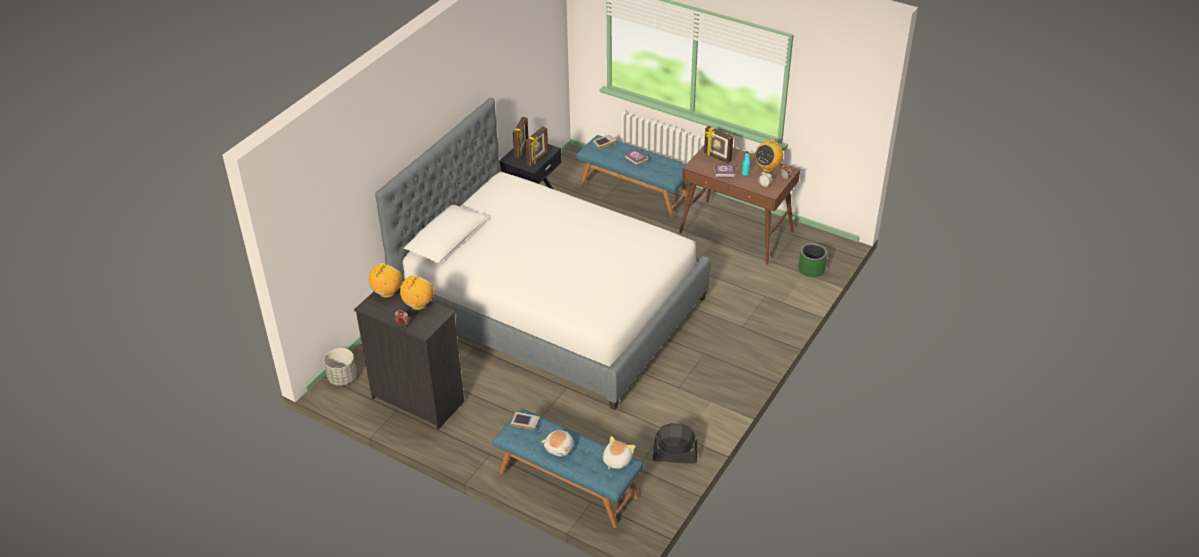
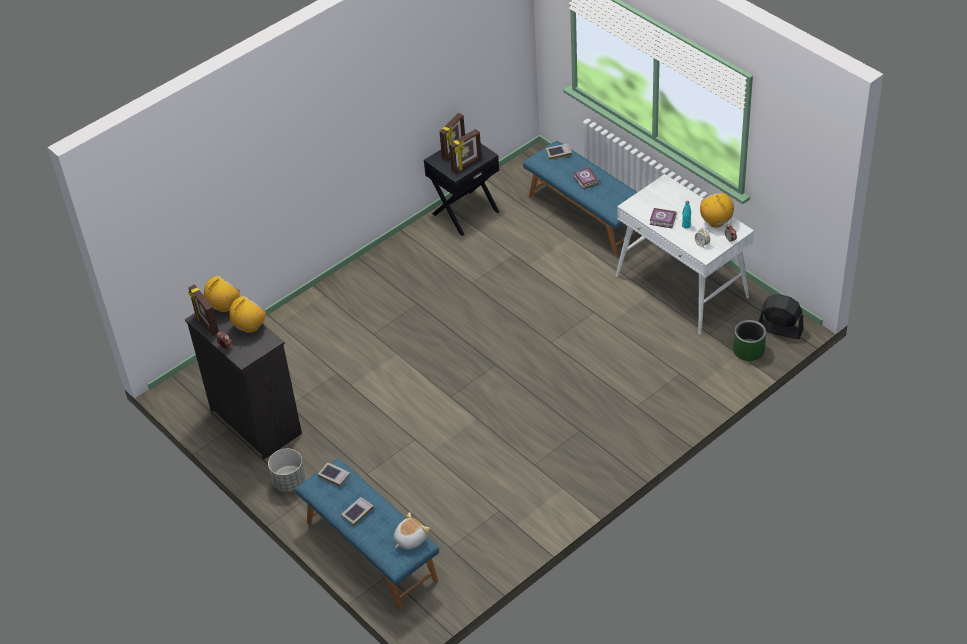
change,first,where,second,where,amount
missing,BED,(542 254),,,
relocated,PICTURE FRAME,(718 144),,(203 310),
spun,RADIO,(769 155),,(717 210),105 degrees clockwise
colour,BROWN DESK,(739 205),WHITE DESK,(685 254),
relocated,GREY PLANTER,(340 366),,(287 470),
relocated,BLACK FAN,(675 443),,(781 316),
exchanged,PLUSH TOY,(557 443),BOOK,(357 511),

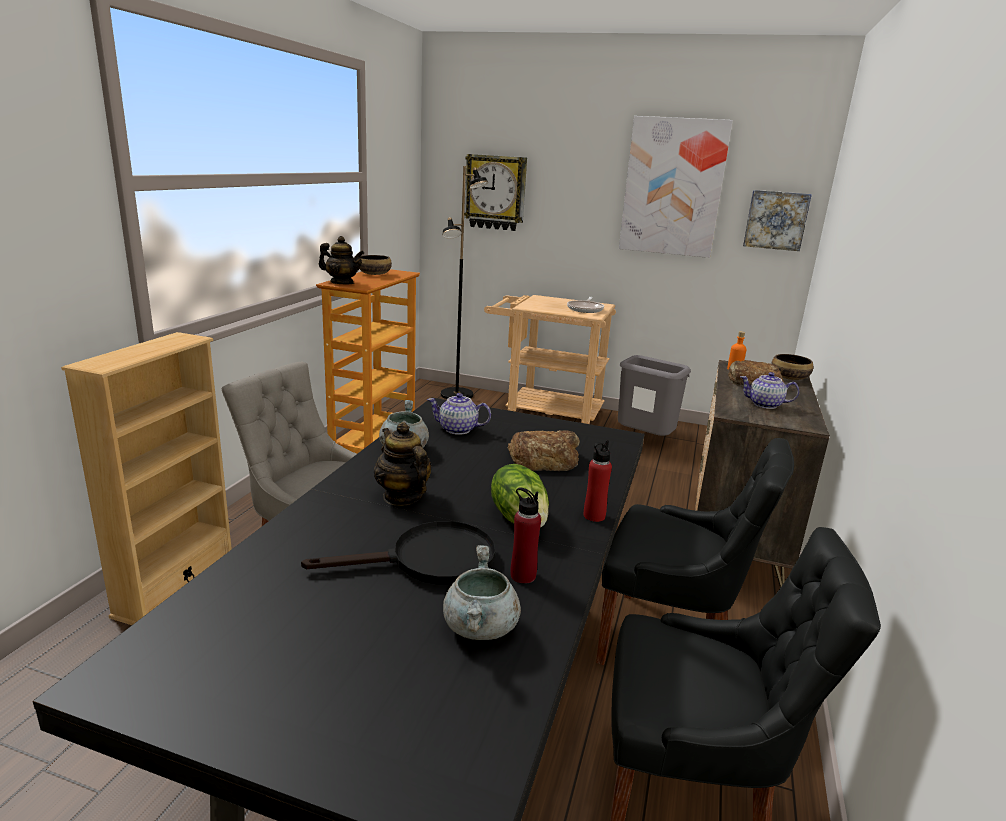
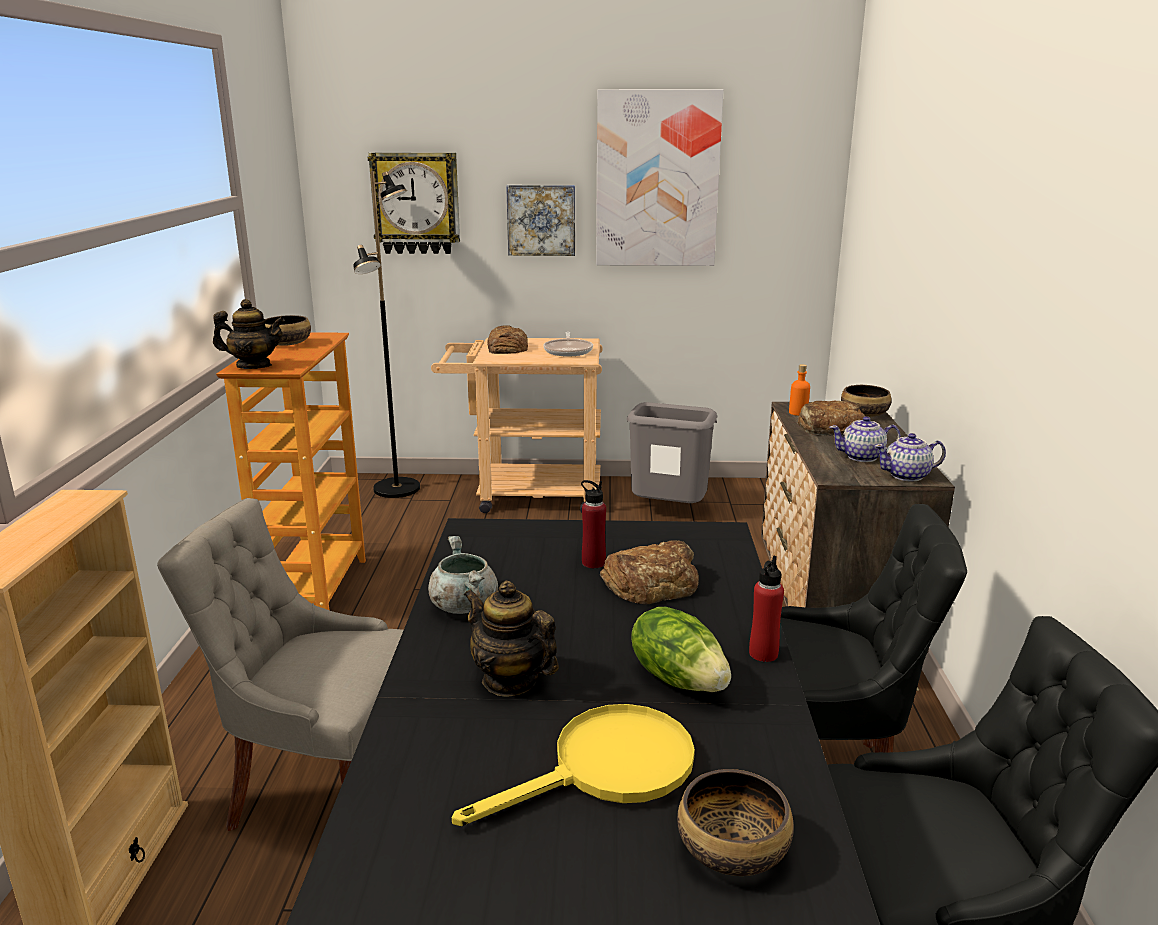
change,first,where,second,where,amount
relocated,PICTURE,(777 220),,(540 220),
relocated,TEAPOT,(459 414),,(910 457),
relocated,RED BOTTLE,(525 535),,(593 524),
colour,BLACK FRYING PAN,(398 553),YELLOW FRYING PAN,(573 765),
exchanged,GREY COOKING POT,(482 592),BOWL,(735 822),
appeared,,,BREAD,(507 339),

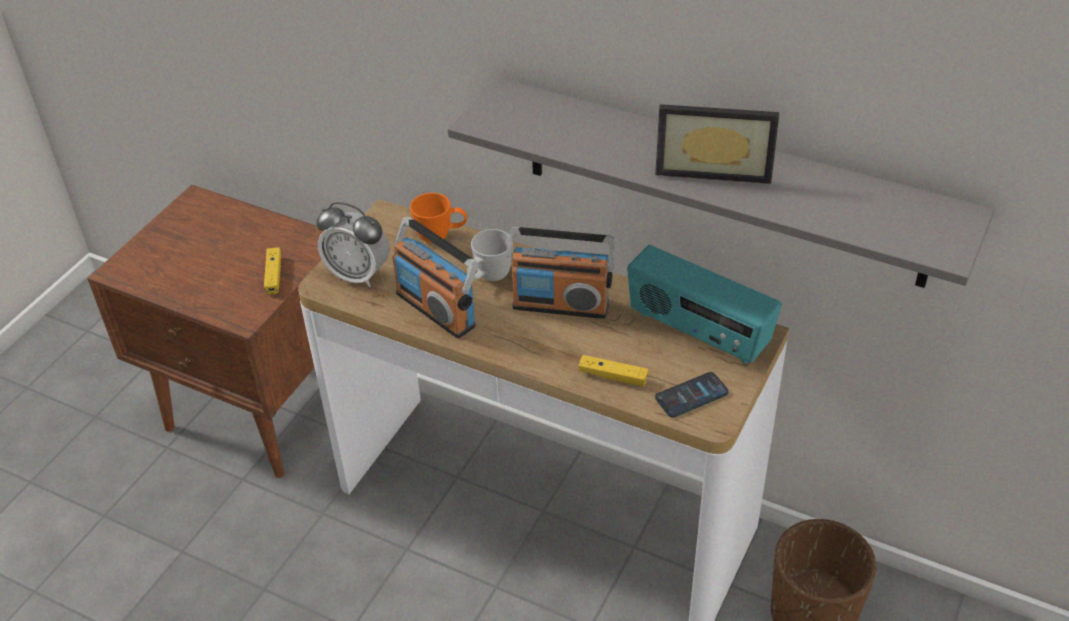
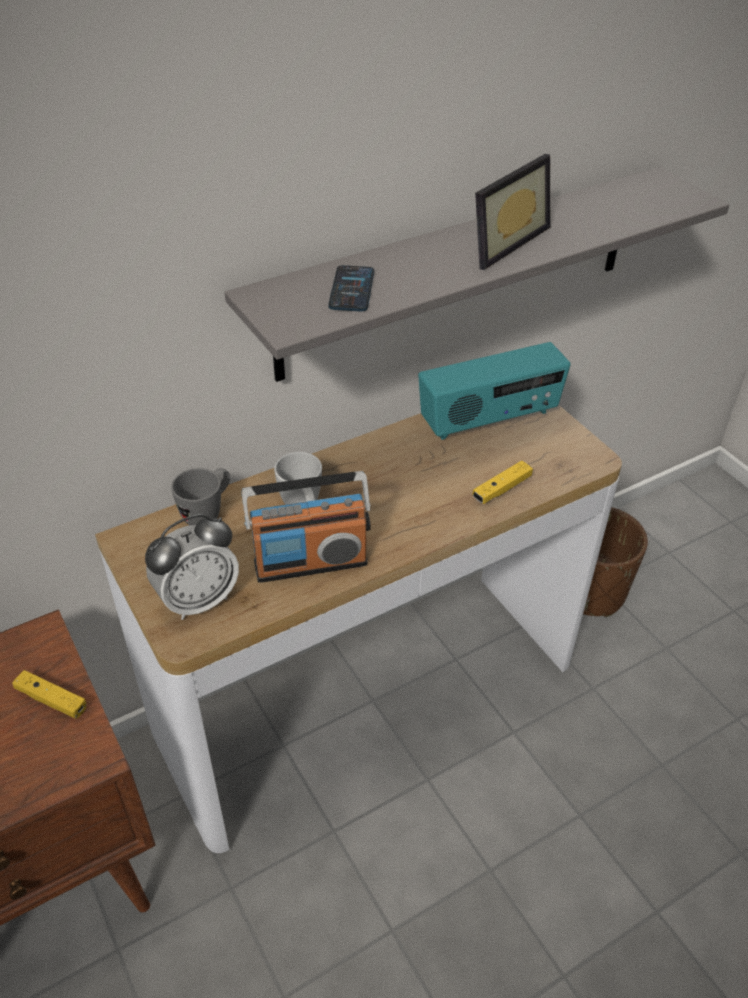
change,first,where,second,where,amount
colour,ORANGE MUG,(438 218),GREY MUG,(200 496),
missing,RADIO,(561 273),,,
relocated,PHONE,(692 395),,(351 288),

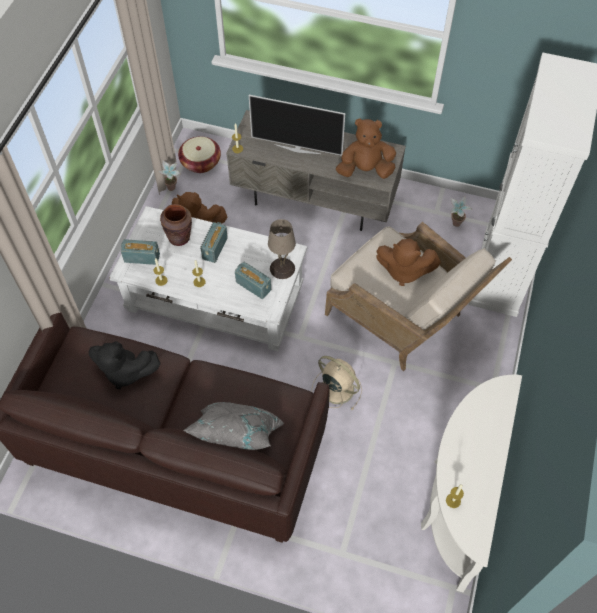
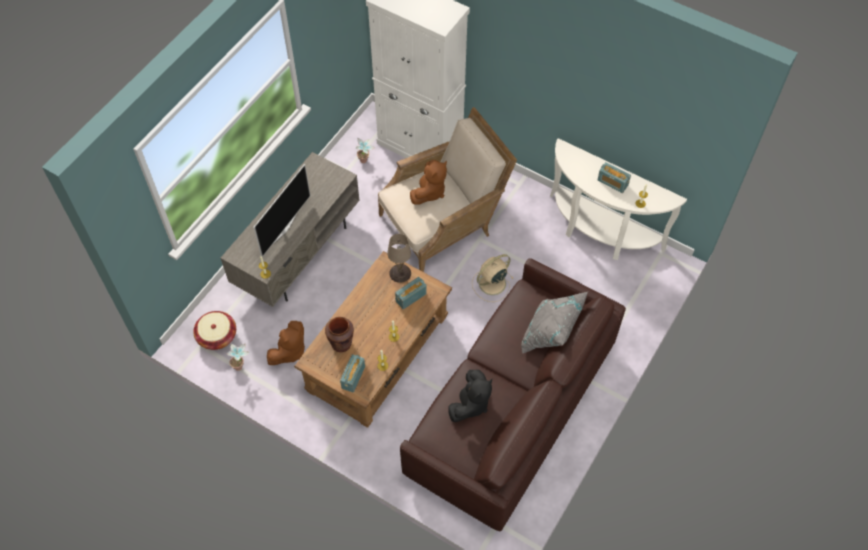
change,first,where,second,where,amount
missing,BROWN PLUSH TOY,(366 149),,,
colour,WHITE COFFEE TABLE,(208 278),BROWN COFFEE TABLE,(373 339),
relocated,RADIO,(214 242),,(614 177),

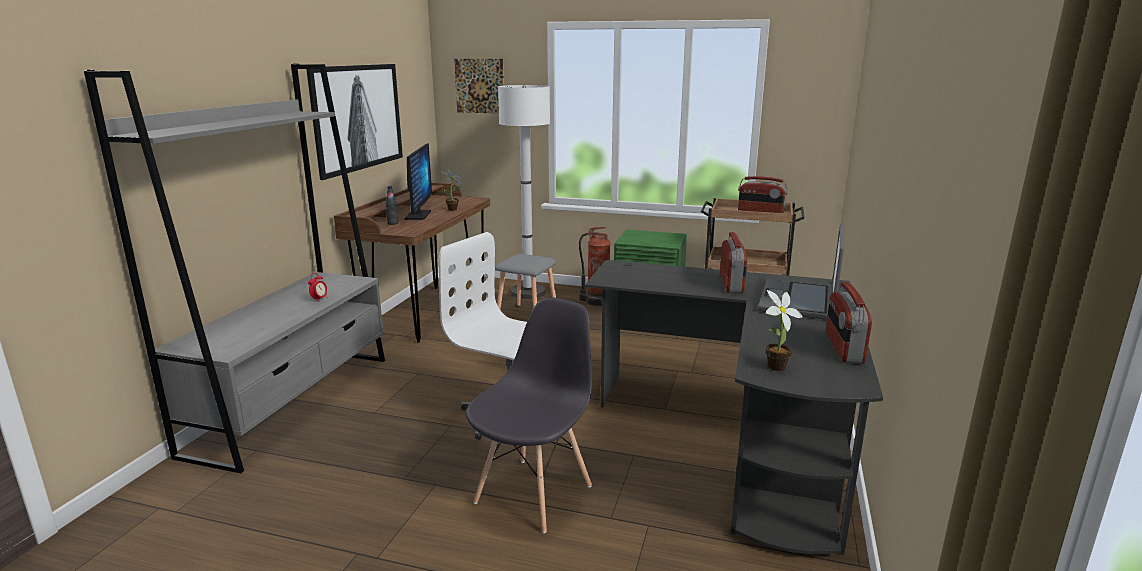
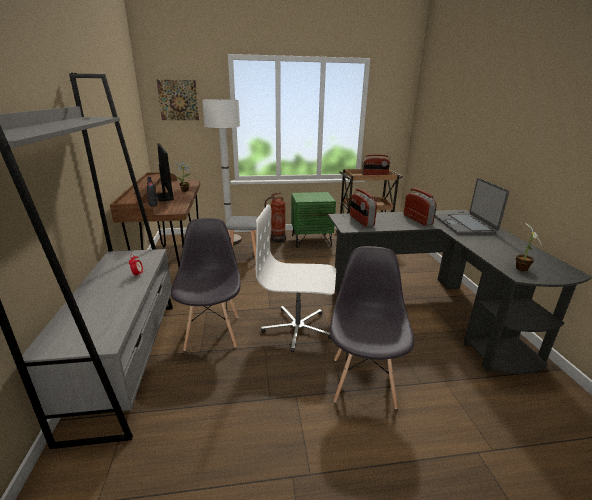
change,first,where,second,where,amount
missing,PICTURE,(354 122),,,
relocated,RADIO,(849 323),,(363 208),
appeared,,,GREY CHAIR,(206 284),

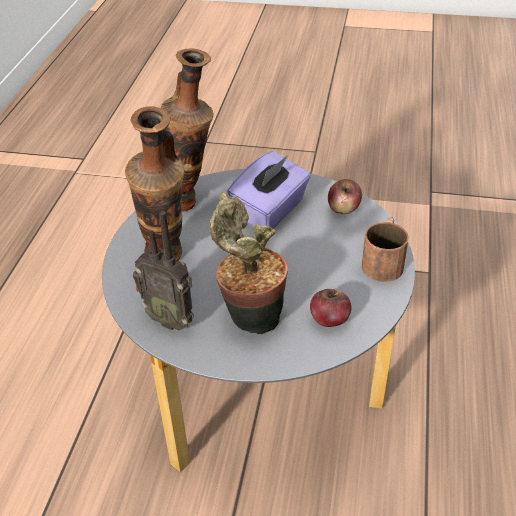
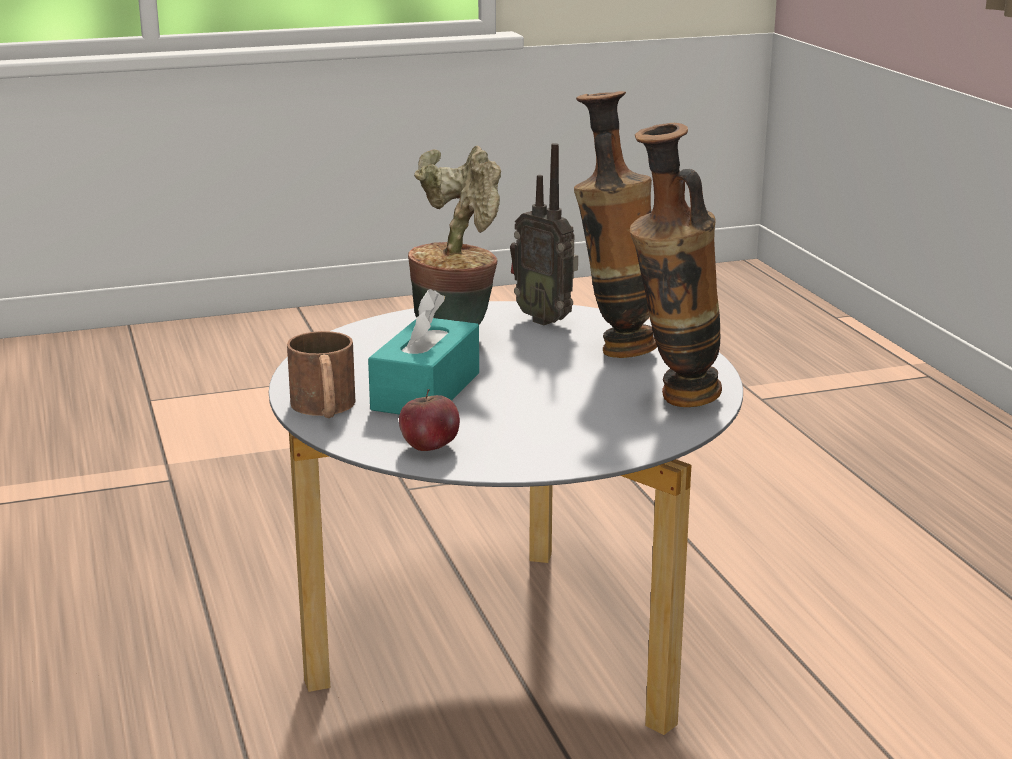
change,first,where,second,where,amount
missing,PURPLE TISSUE BOX,(269 190),,,
spun,RADIO,(163 270),,(544 234),135 degrees counterclockwise
missing,APPLE,(330 308),,,
appeared,,,TURQUOISE TISSUE BOX,(423 352),

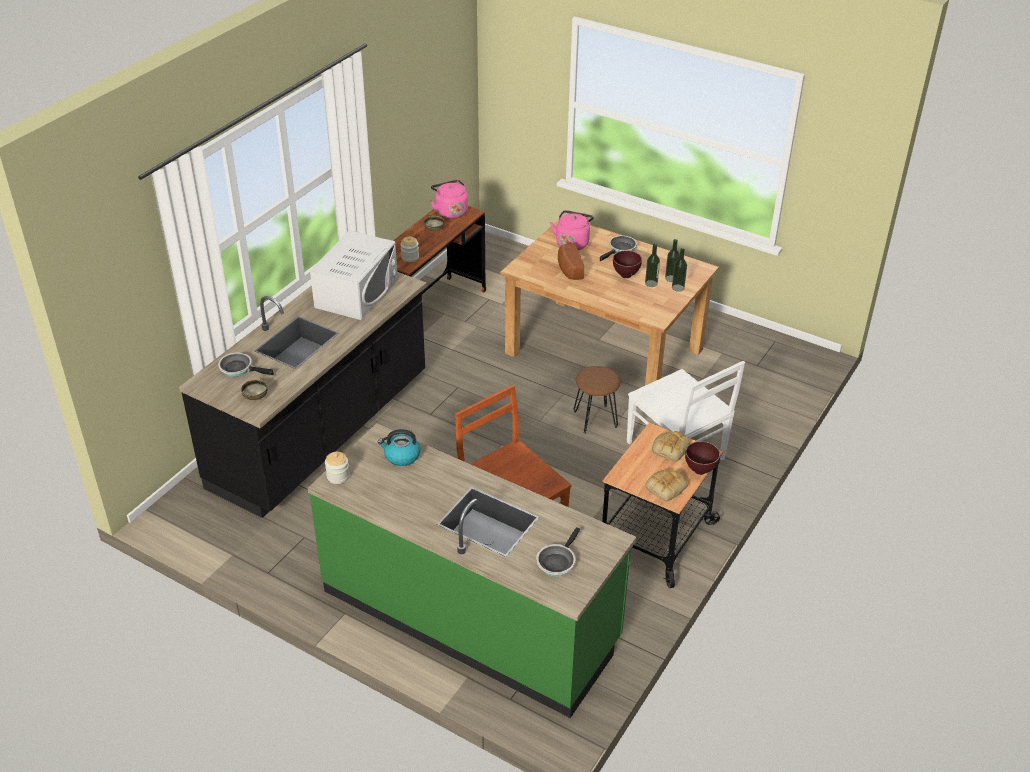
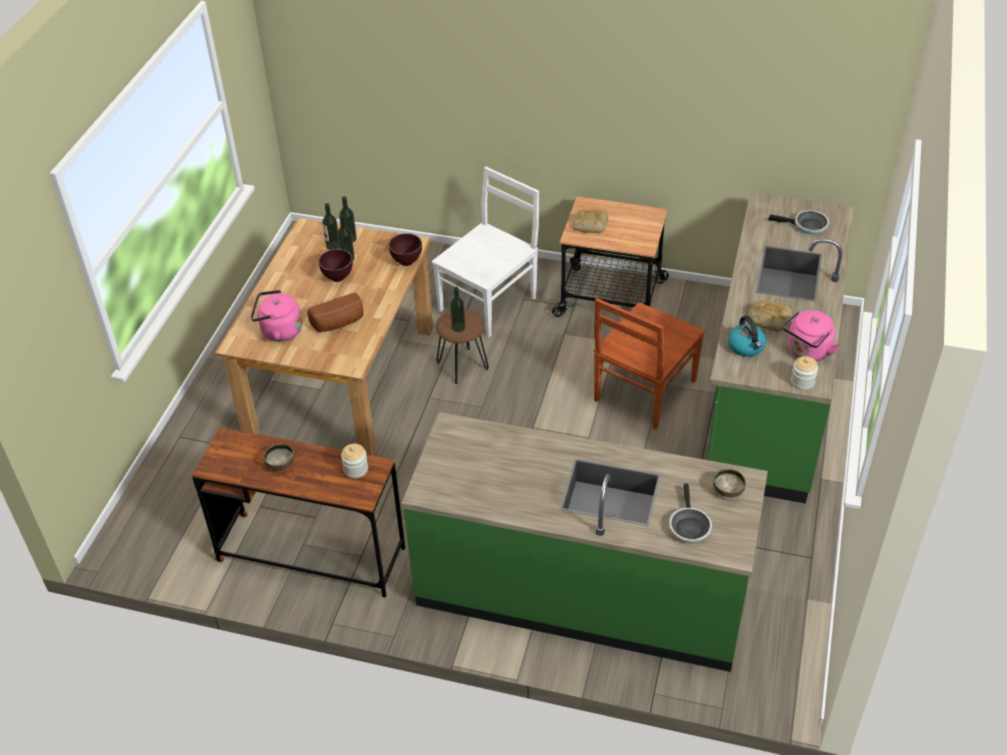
change,first,where,second,where,amount
relocated,PINK KETTLE,(449 199),,(812 335),
missing,WHITE MICROWAVE,(354 275),,,
missing,FRYING PAN,(618 248),,,
colour,BLACK COUNTER,(303 395),GREEN COUNTER,(584 542),
relocated,BROWN BOWL,(702 458),,(405 249),
relocated,BREAD,(667 486),,(770 316),
appeared,,,BOTTLE,(458 309),

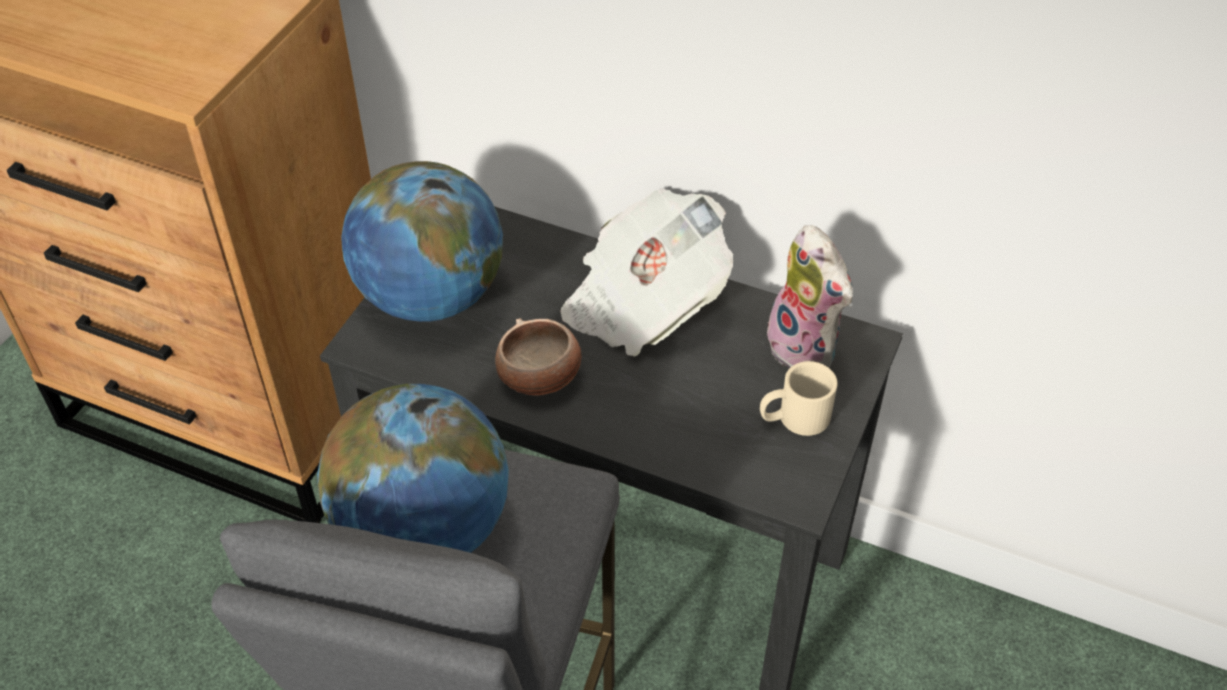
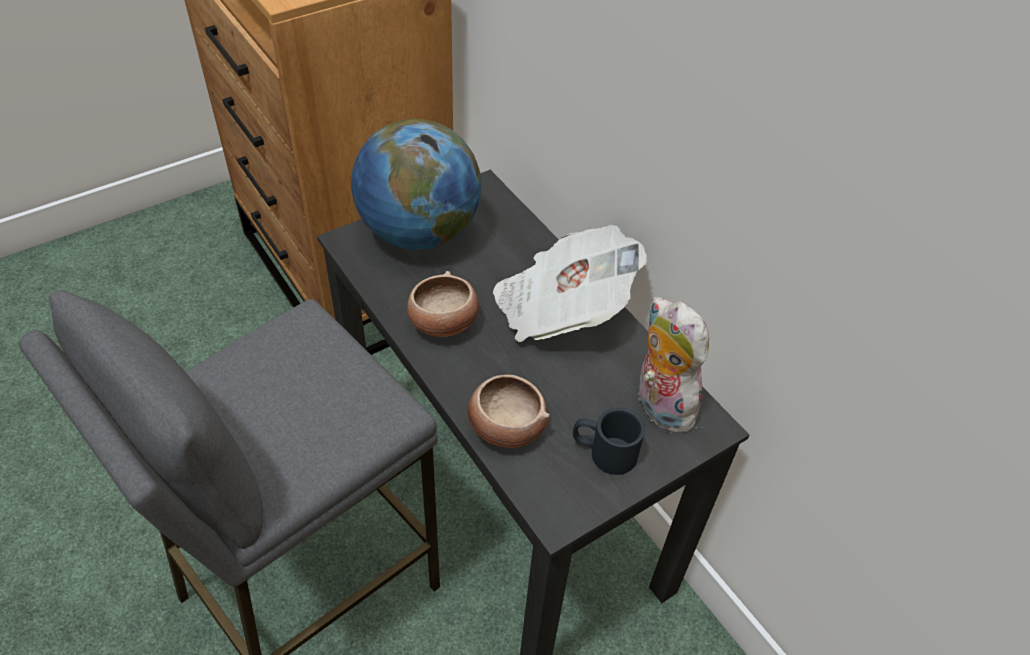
change,first,where,second,where,amount
spun,PLUSH TOY,(806 297),,(672 365),150 degrees clockwise
colour,BEIGE MUG,(799 398),BLACK MUG,(609 441),
missing,GLOBE,(413 468),,,
appeared,,,BOWL,(508 411),

